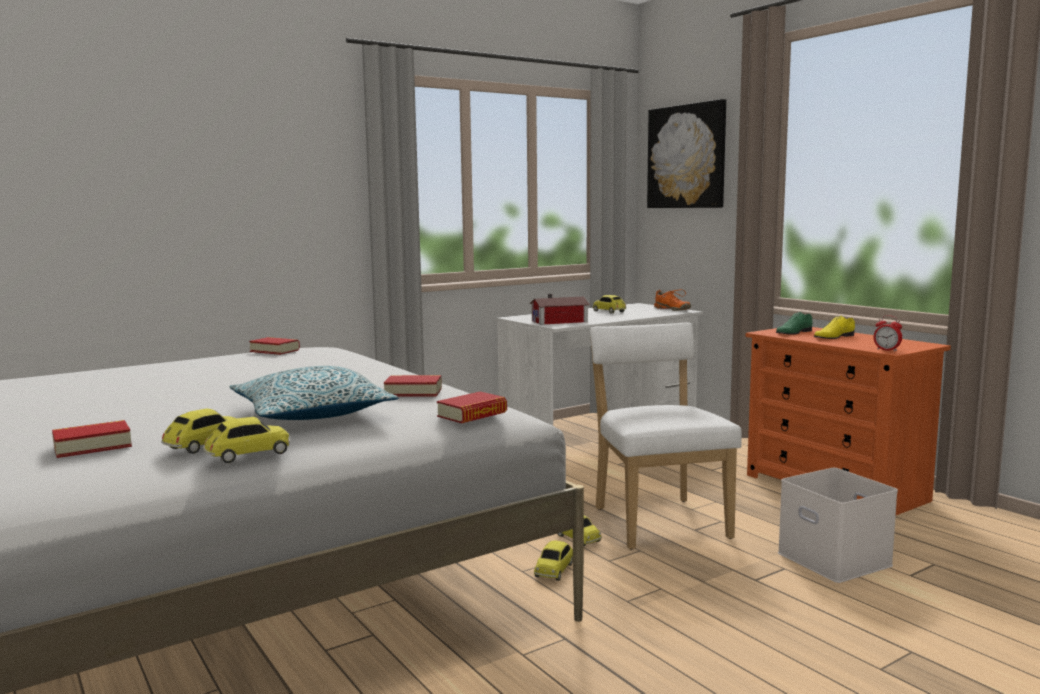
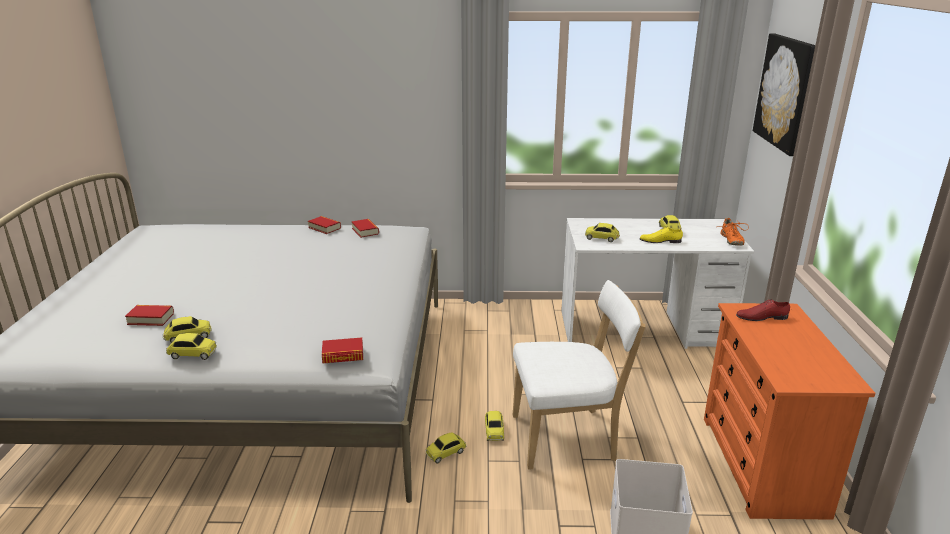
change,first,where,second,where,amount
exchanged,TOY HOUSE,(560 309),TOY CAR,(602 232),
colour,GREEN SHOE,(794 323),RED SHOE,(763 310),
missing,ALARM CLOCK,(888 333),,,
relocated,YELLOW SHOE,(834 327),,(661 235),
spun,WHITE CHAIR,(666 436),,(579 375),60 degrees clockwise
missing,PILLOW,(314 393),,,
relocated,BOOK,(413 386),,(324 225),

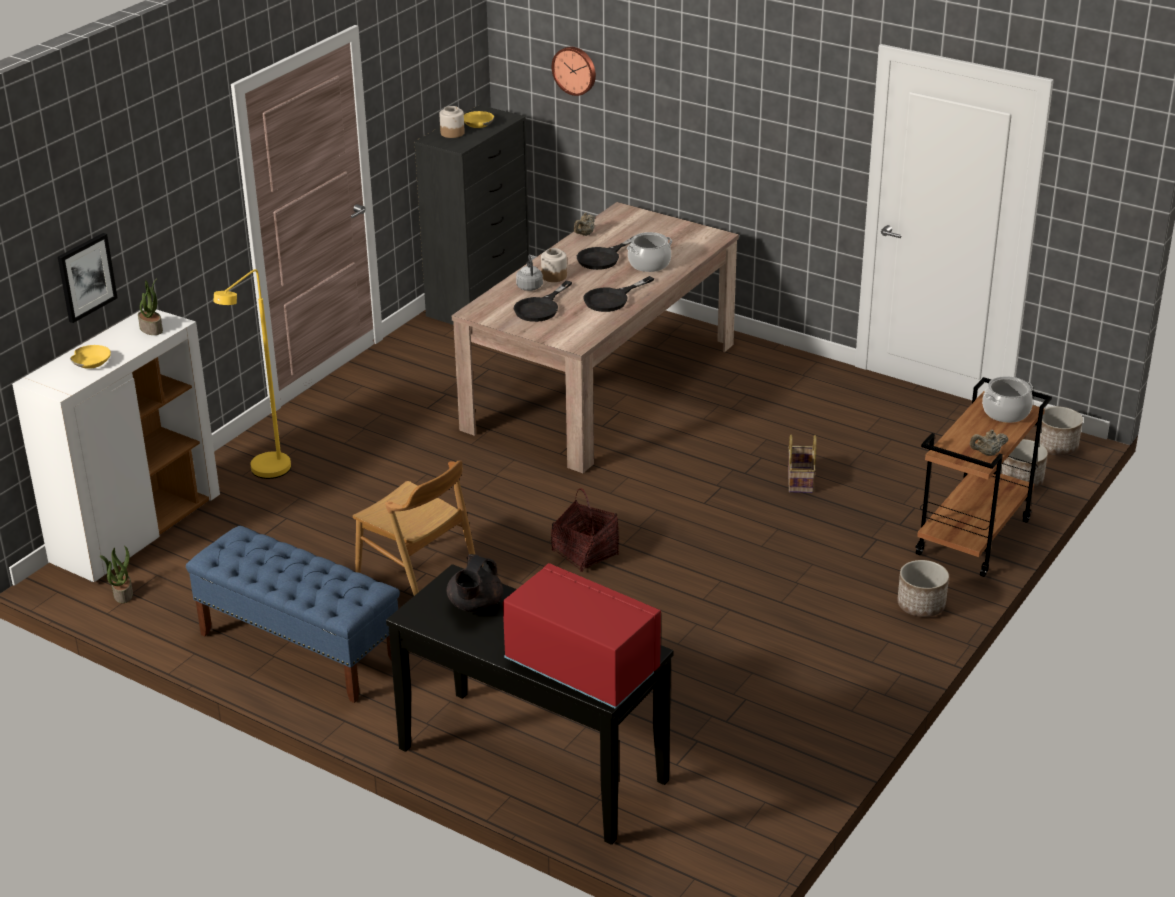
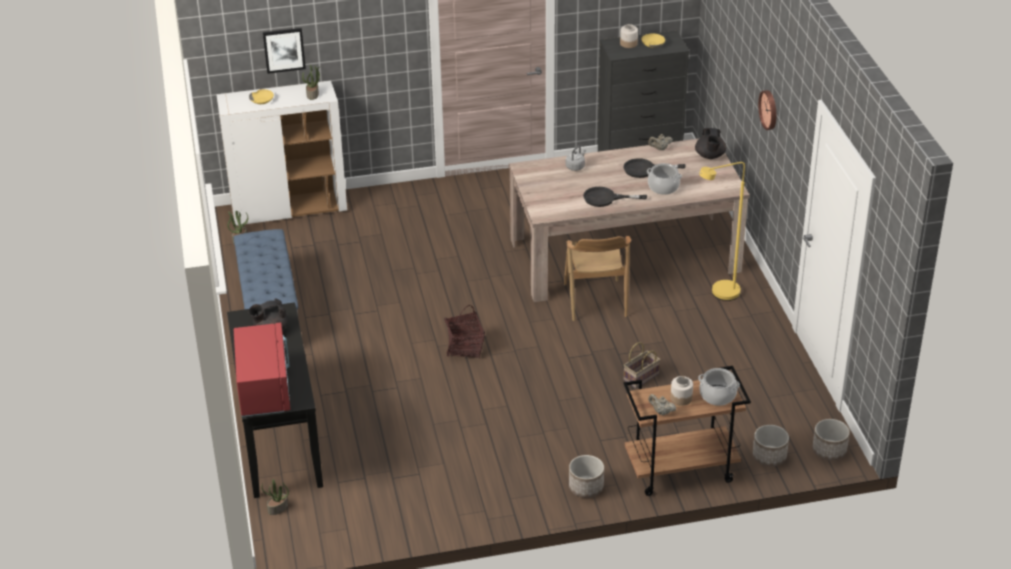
change,first,where,second,where,amount
relocated,WALL CLOCK,(574 71),,(767 110),
relocated,JAR,(554 265),,(682 391),
relocated,YELLOW FLOOR LAMP,(252 374),,(722 231),
missing,BLACK FRYING PAN,(543 301),,,
relocated,BROWN CHAIR,(414 528),,(597 278),
appeared,,,BLACK TEAPOT,(710 143),
appeared,,,POTTED PLANT,(275 497),

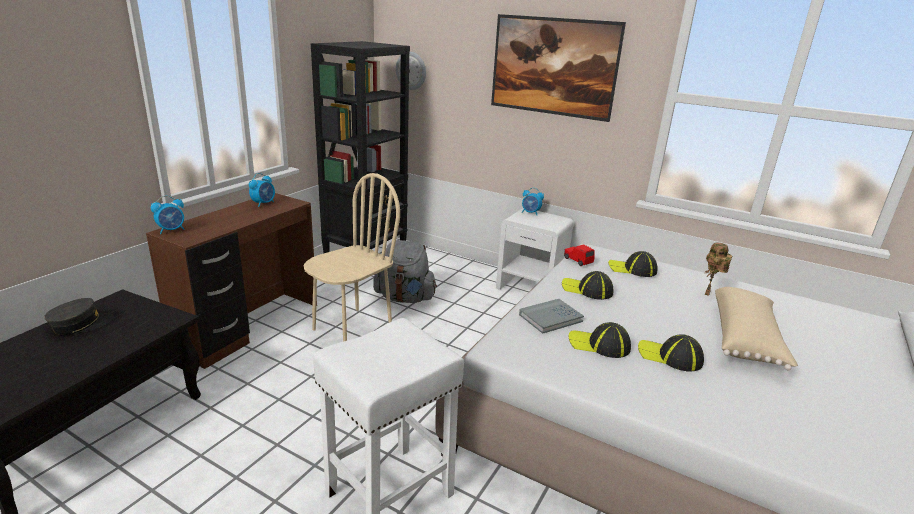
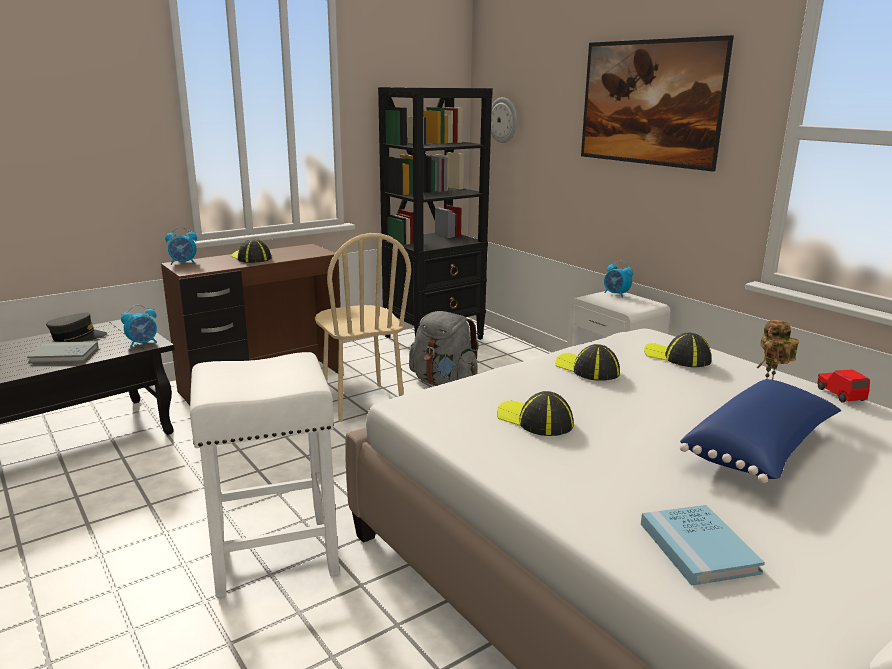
change,first,where,second,where,amount
relocated,ALARM CLOCK,(262 190),,(139 326),
spun,BEIGE CHAIR,(352 257),,(363 327),90 degrees clockwise
relocated,RED TOY CAR,(579 255),,(843 386),
colour,BEIGE PILLOW,(756 329),BLUE PILLOW,(760 431),
relocated,GREY BOOK,(551 316),,(63 352),
relocated,CAP,(671 353),,(251 251),
appeared,,,BLUE BOOK,(703 545),

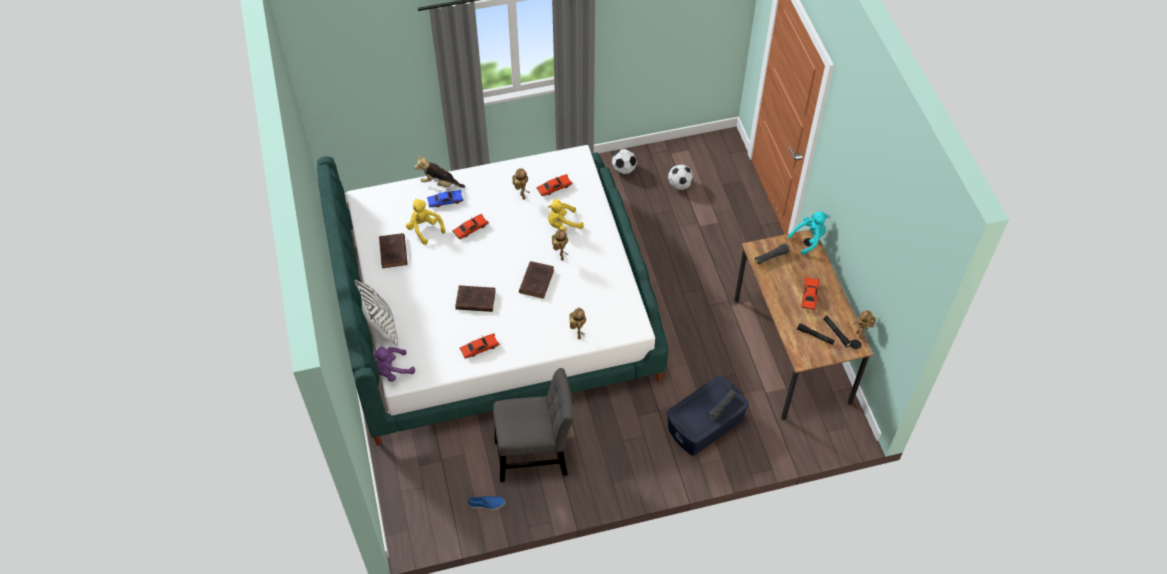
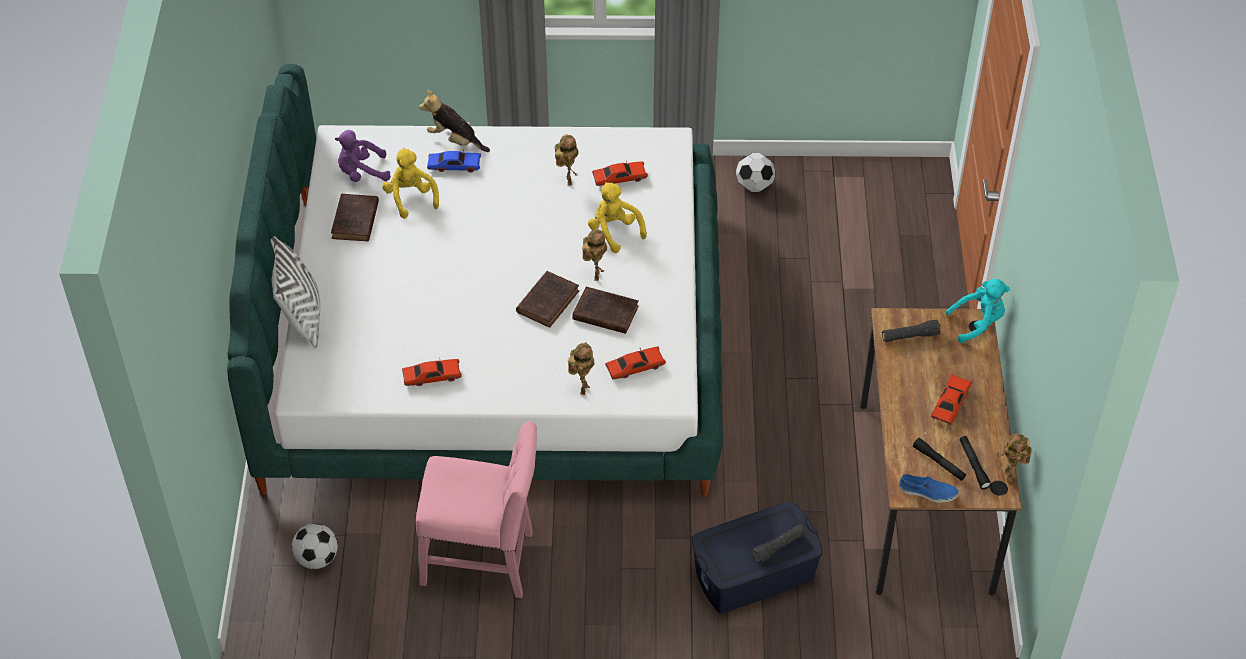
change,first,where,second,where,amount
relocated,FOOTBALL,(680 177),,(315 546),
spun,YELLOW PLUSH TOY,(566 215),,(617 217),60 degrees clockwise
relocated,RED TOY CAR,(470 226),,(635 362),
relocated,BROWN BOOK,(475 298),,(605 310),
relocated,PURPLE PLUSH TOY,(394 364),,(363 156),
colour,GREY CHAIR,(533 425),PINK CHAIR,(476 509),
relocated,BLUE SHOE,(486 503),,(929 488),

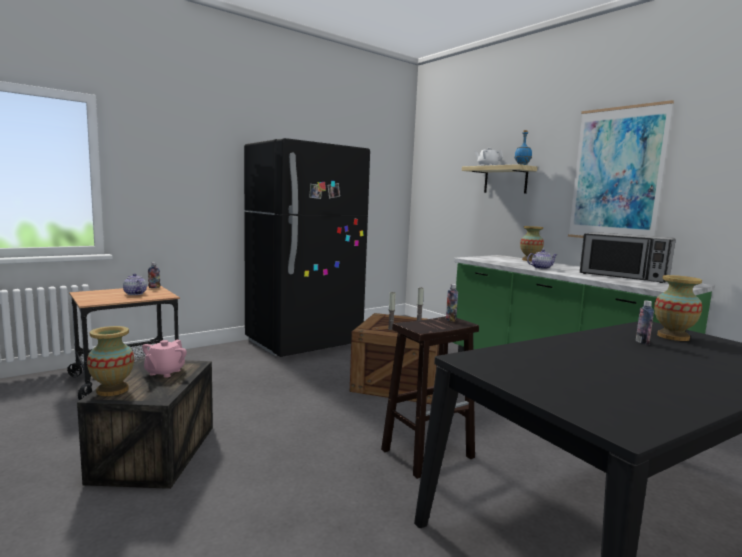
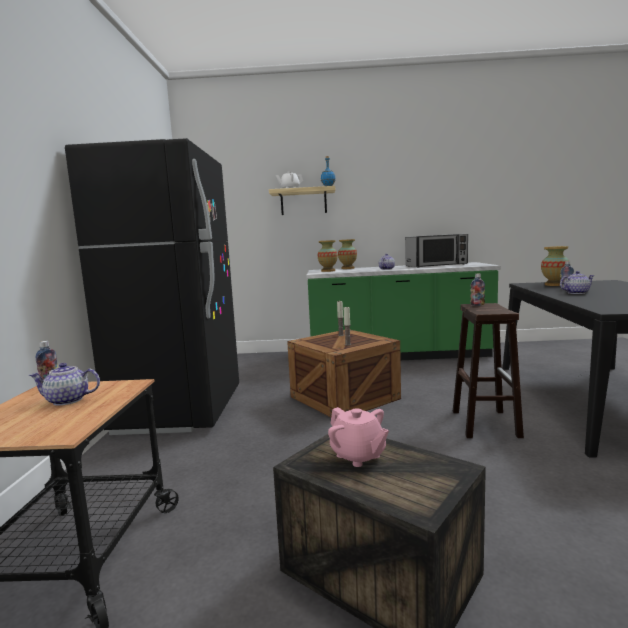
change,first,where,second,where,amount
missing,PICTURE,(621 169),,,
relocated,VASE,(110 361),,(328 256),
appeared,,,TEAPOT,(577 282),

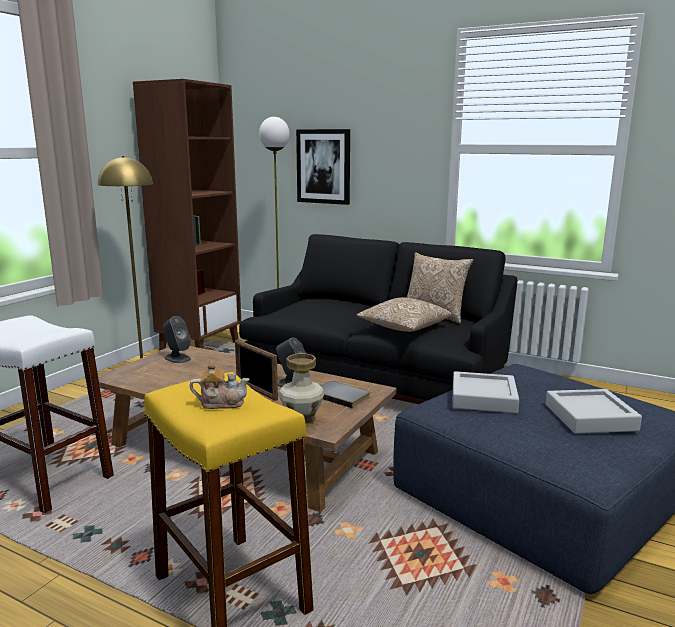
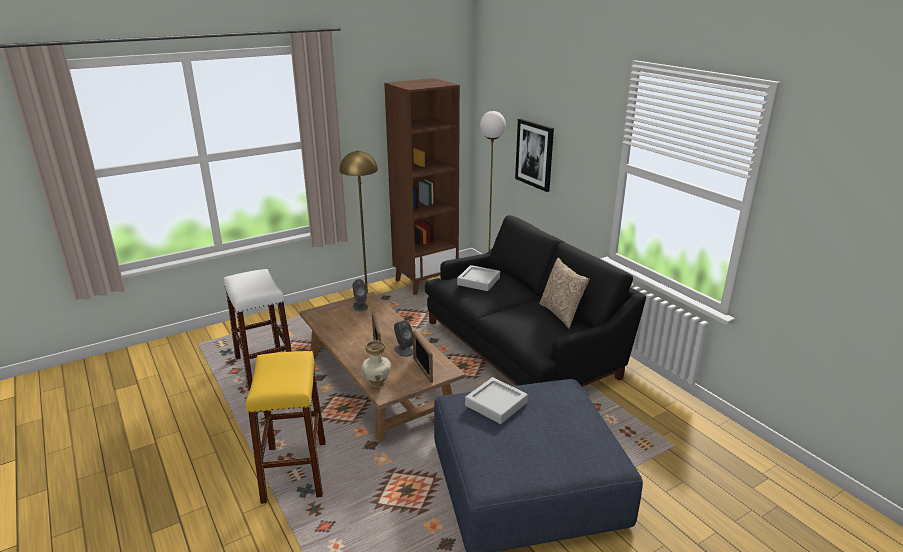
change,first,where,second,where,amount
missing,PILLOW,(404 314),,,
missing,TEAPOT,(219 385),,,
exchanged,GREY BOOK,(345 394),PICTURE FRAME,(423 357),
relocated,GREY TRAY,(594 411),,(478 278),

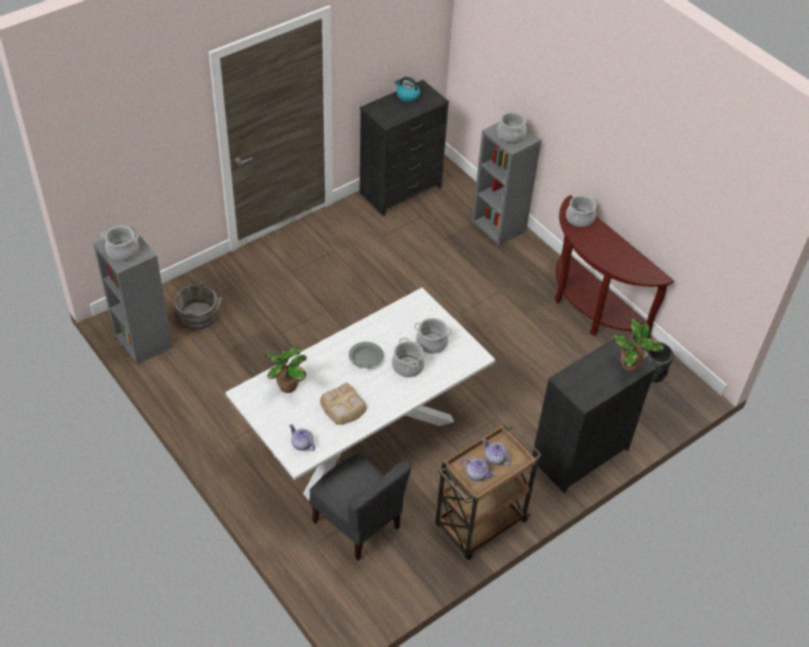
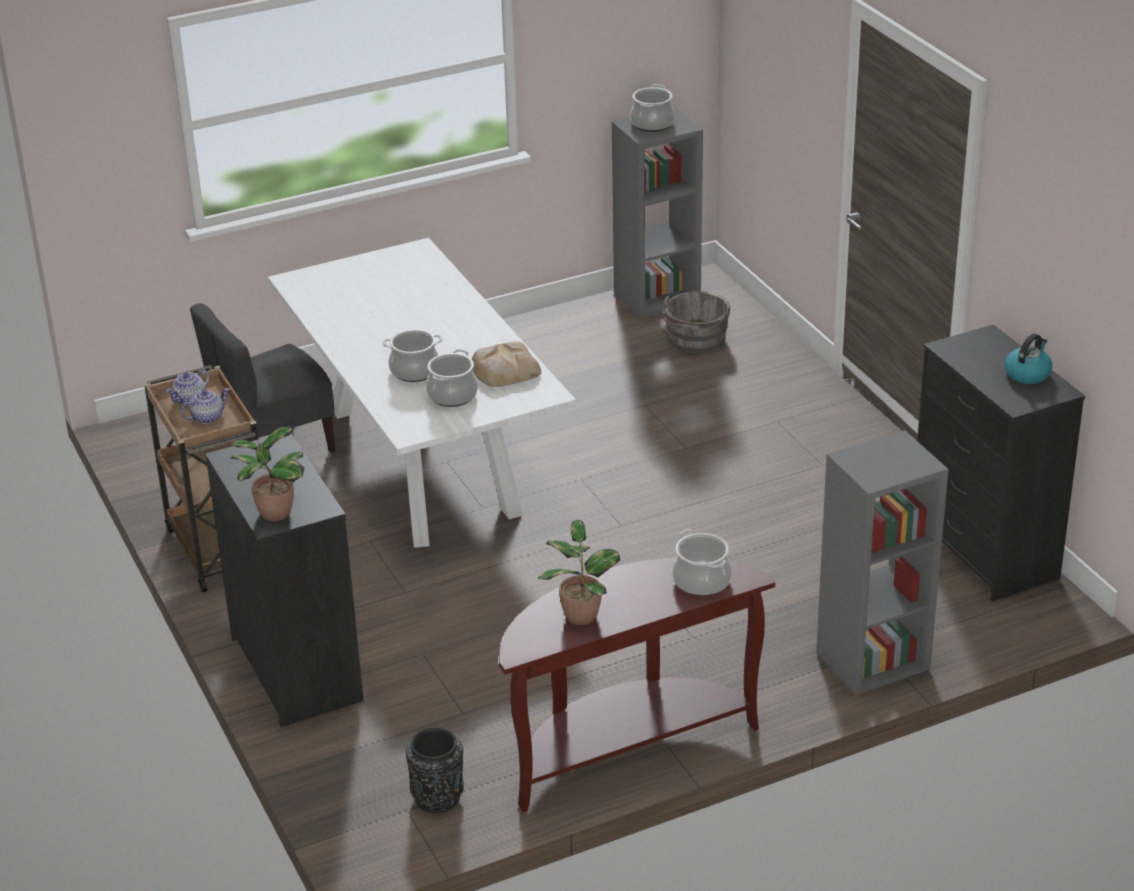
change,first,where,second,where,amount
missing,COOKING POT,(511 126),,,
missing,GREY BOWL,(366 355),,,
relocated,POTTED PLANT,(286 370),,(579 572),
relocated,BREAD,(343 404),,(506 364),
missing,TEAPOT,(302 437),,,

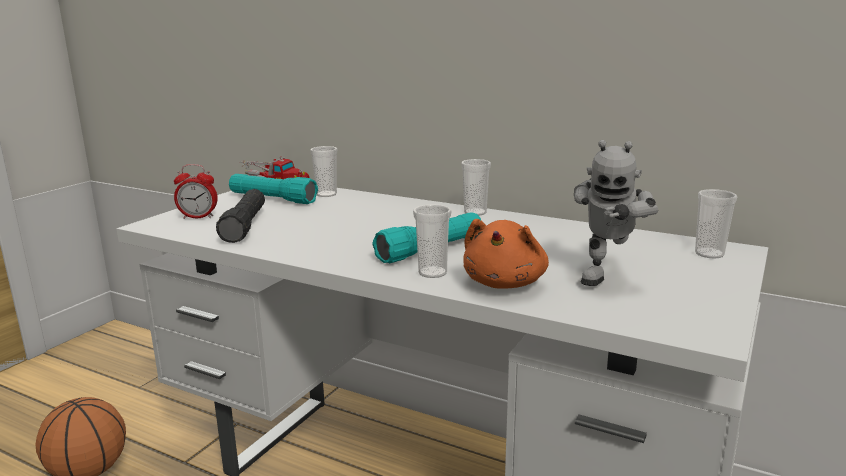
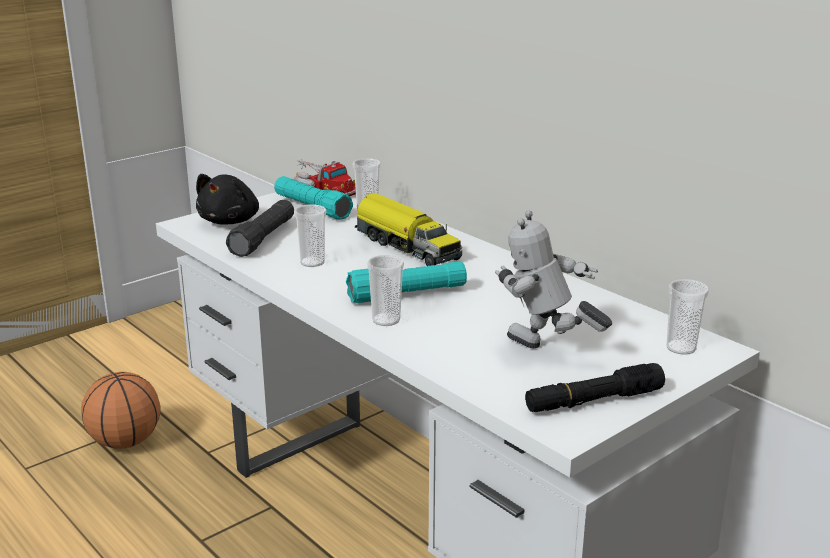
change,first,where,second,where,amount
spun,TOY ROBOT,(616 213),,(553 279),75 degrees clockwise
relocated,CUP,(476 187),,(310 236),
exchanged,ALARM CLOCK,(196 191),BLACK PLUSH TOY,(227 199),
missing,ORANGE PLUSH TOY,(506 254),,,
appeared,,,TOY TRUCK,(408 229),
appeared,,,BLACK FLASHLIGHT,(595 387),

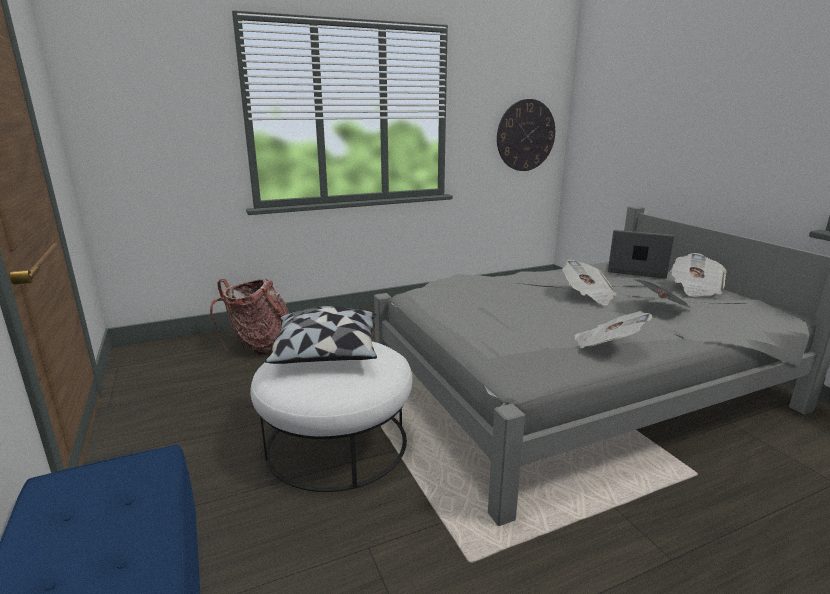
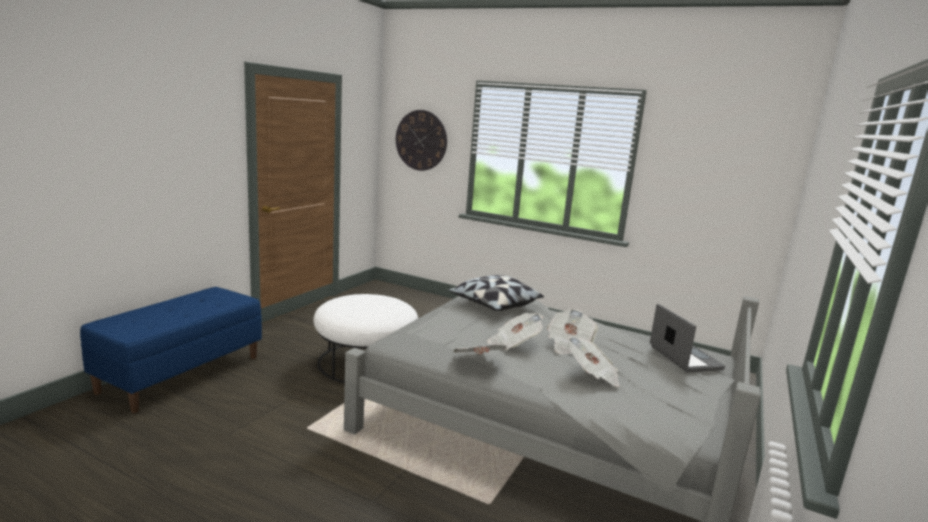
change,first,where,second,where,amount
relocated,WALL CLOCK,(526 135),,(421 140),
relocated,NEWSPAPER,(698 275),,(515 331),
missing,BACKPACK,(249 316),,,
relocated,PILLOW,(321 335),,(496 293),

